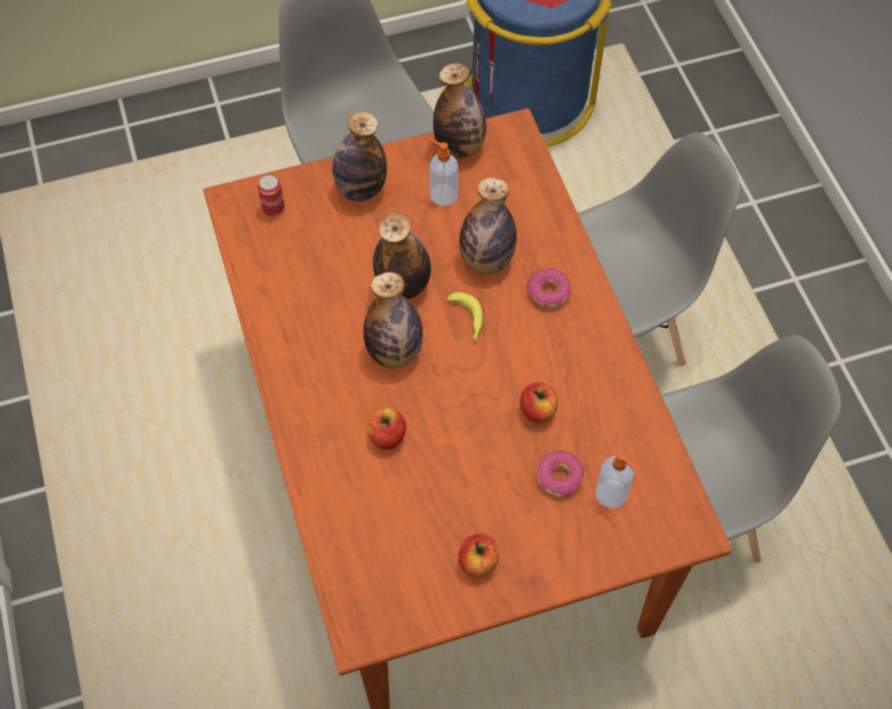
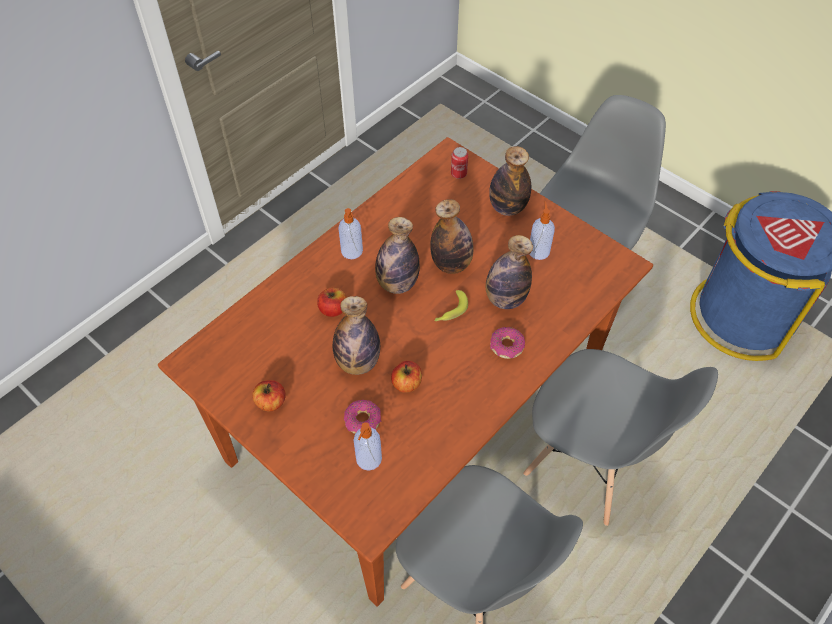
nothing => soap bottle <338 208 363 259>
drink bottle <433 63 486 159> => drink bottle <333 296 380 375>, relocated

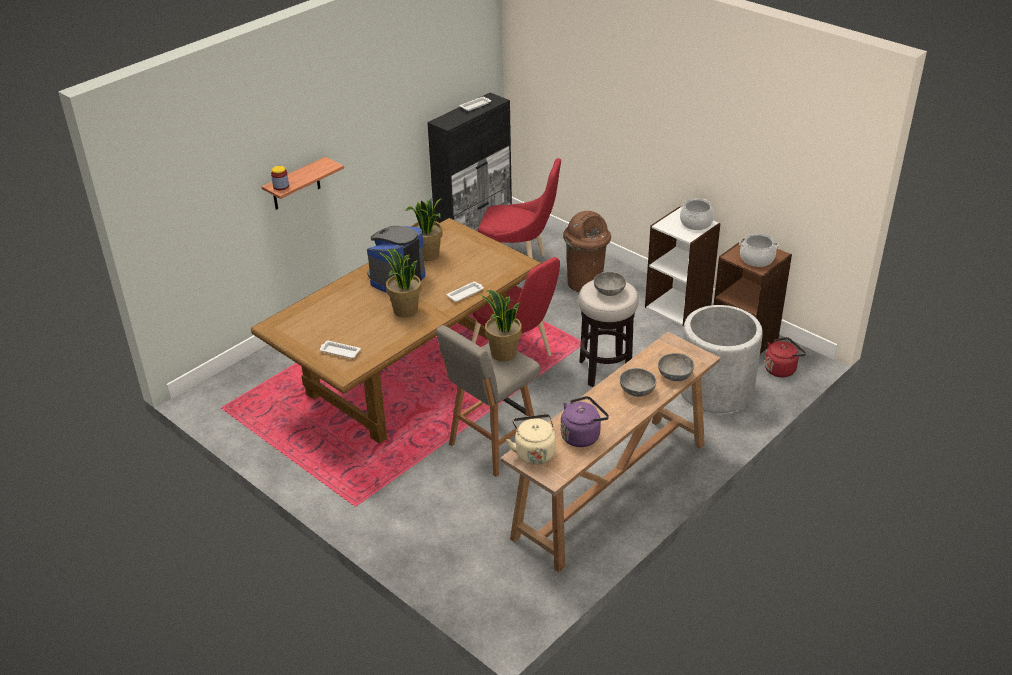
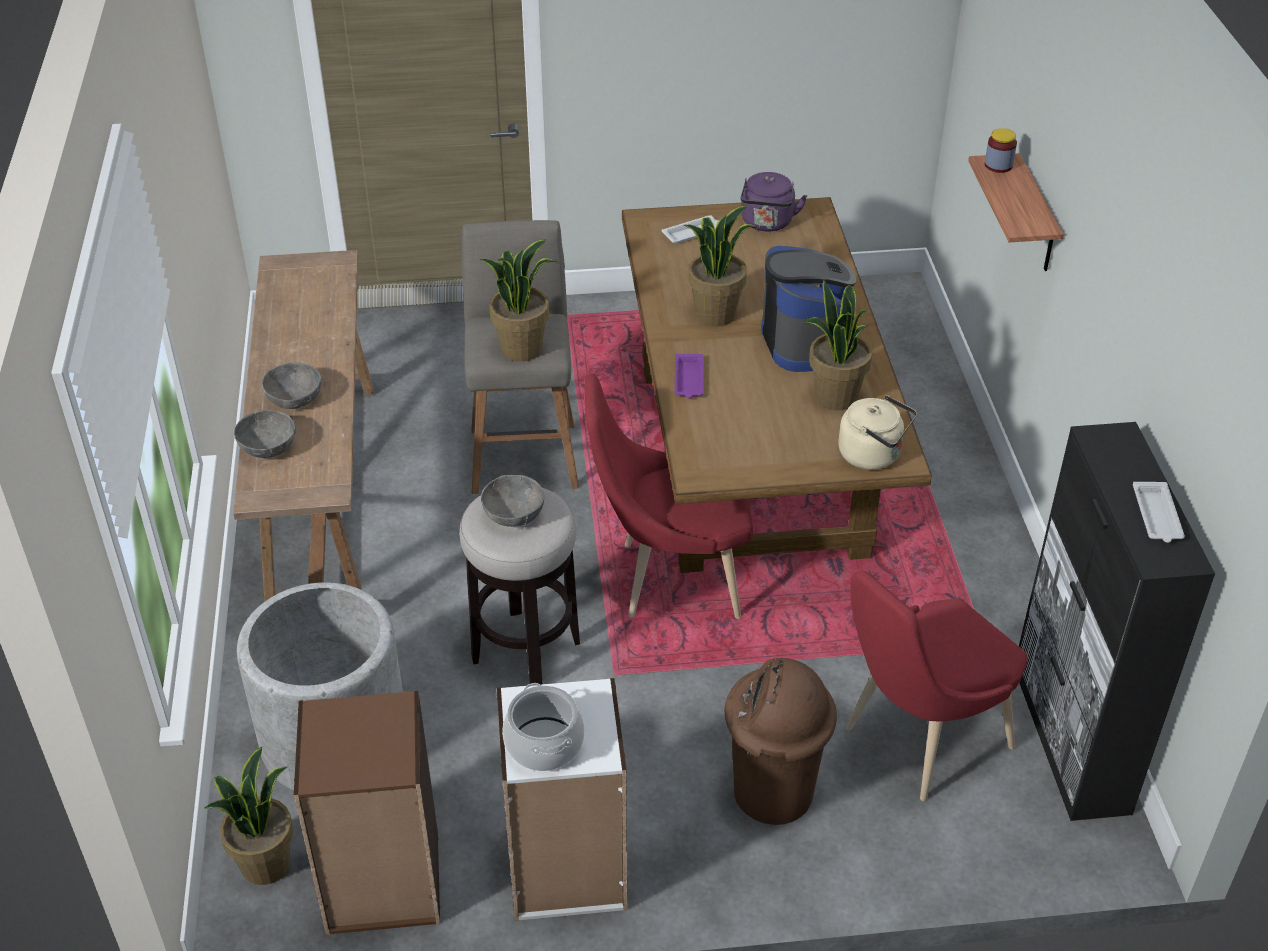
saucepot <739 233 779 267> => nothing
sand-coloured kettle <506 414 556 465> => sand-coloured kettle <838 395 917 470>, relocated
purple kettle <561 396 609 447> => purple kettle <741 172 807 232>, relocated
red-coloured kettle <765 337 806 377> => plant in a pot <205 747 293 885>
whitish carrying tray <446 281 484 302> => purple carrying tray <675 354 703 398>

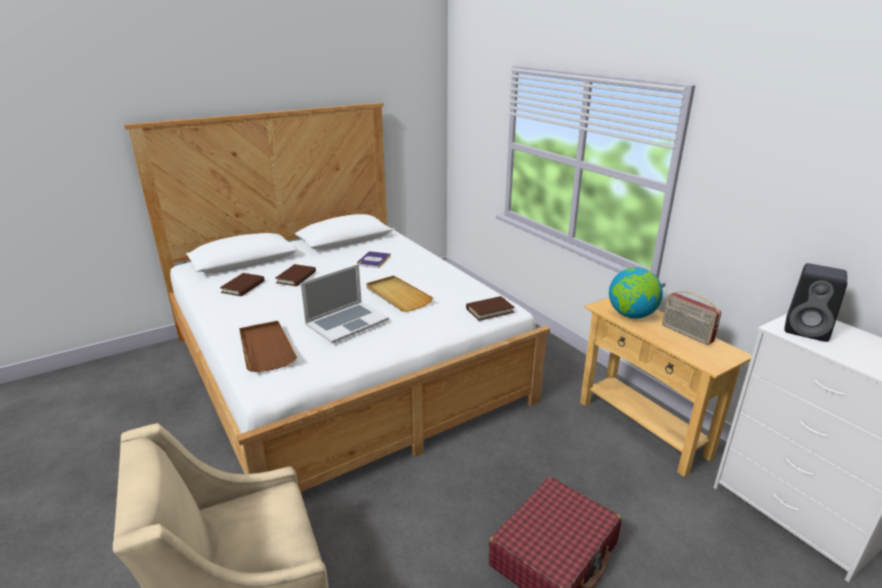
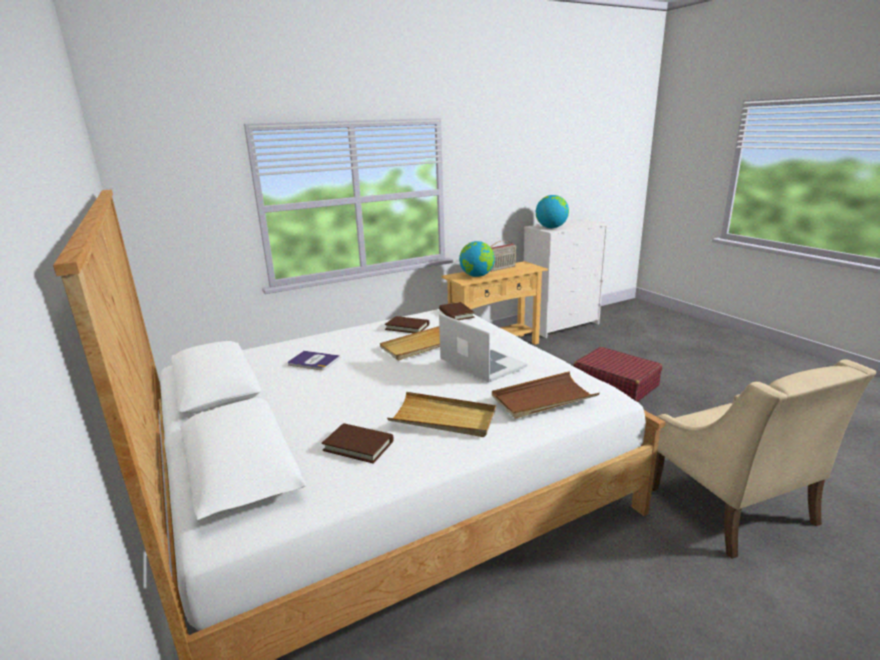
nothing => sand-coloured carrying tray <387 392 496 437>
brown-coloured book <275 264 316 286> => brown-coloured book <385 316 429 333>, relocated
black speaker <784 263 847 342> => globe <536 195 569 228>

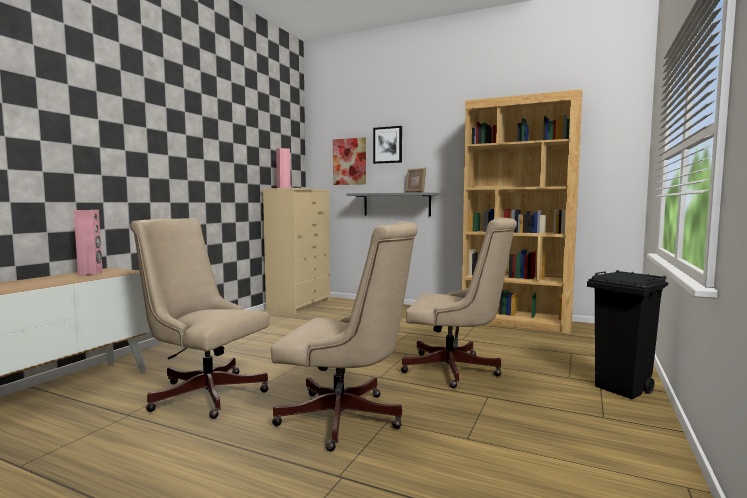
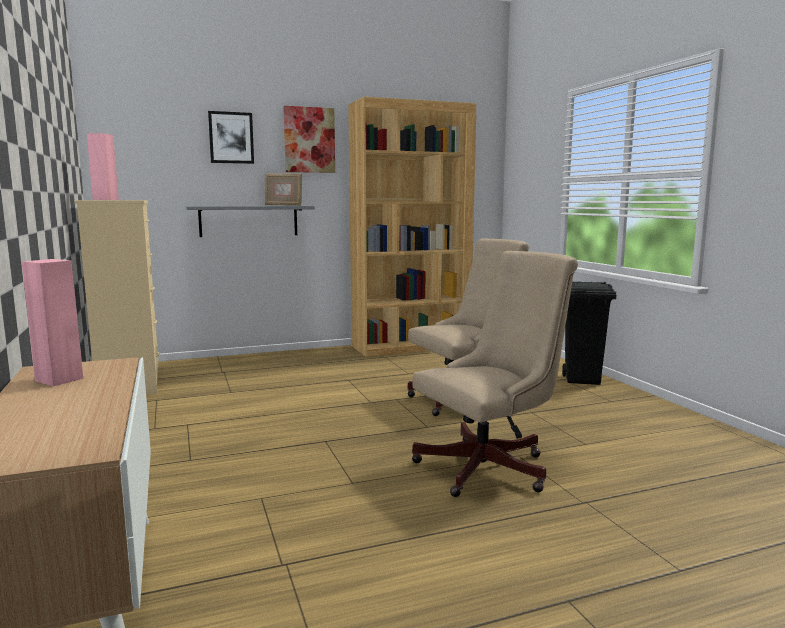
sand-coloured office chair <130 218 270 419> => nothing
wall art <333 137 366 185> => wall art <283 106 335 173>, relocated

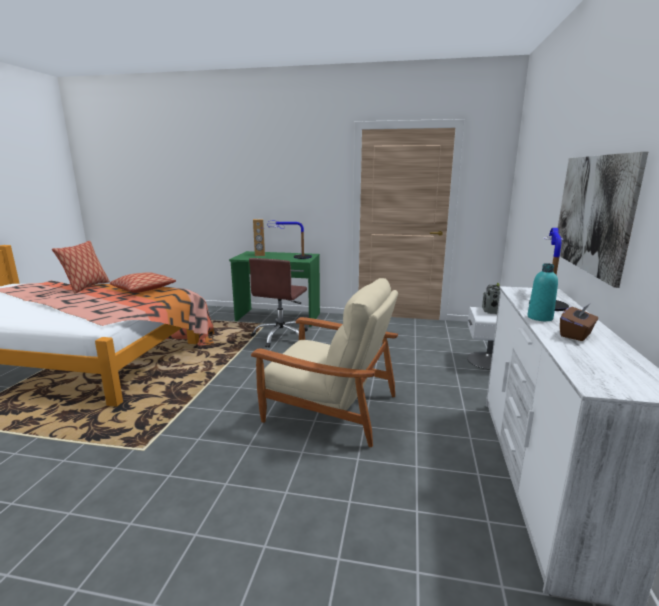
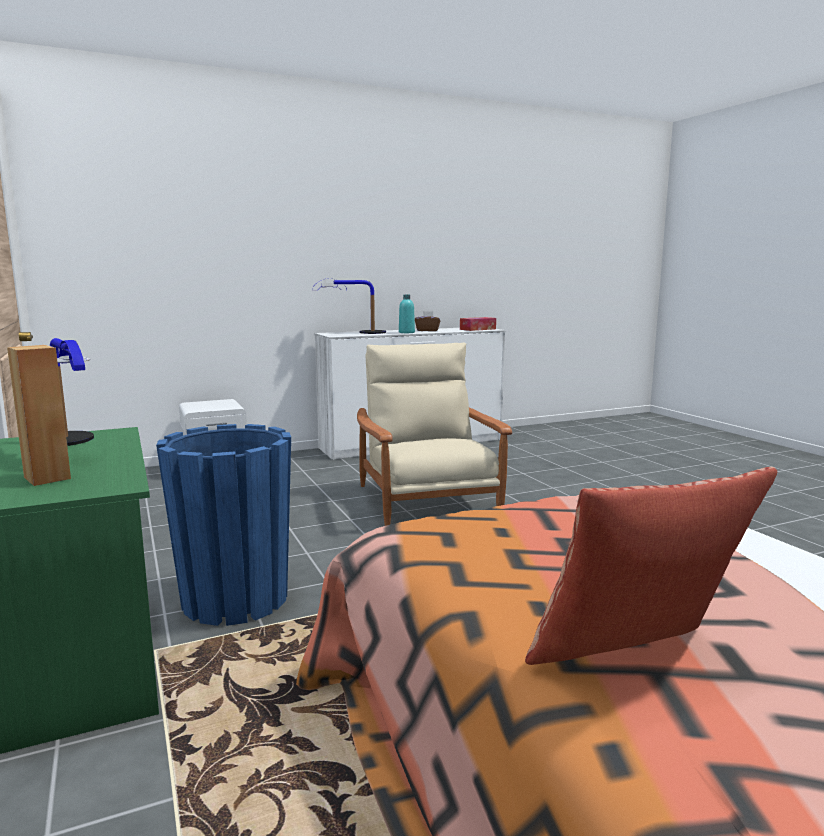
cushion <110 272 176 293> => nothing
radio set <482 283 500 314> => nothing
wall art <554 151 648 288> => nothing
nothing => tissue holder <460 317 496 331>
brown-coloured office chair <249 258 308 348> => blue flower pot <156 424 291 626>

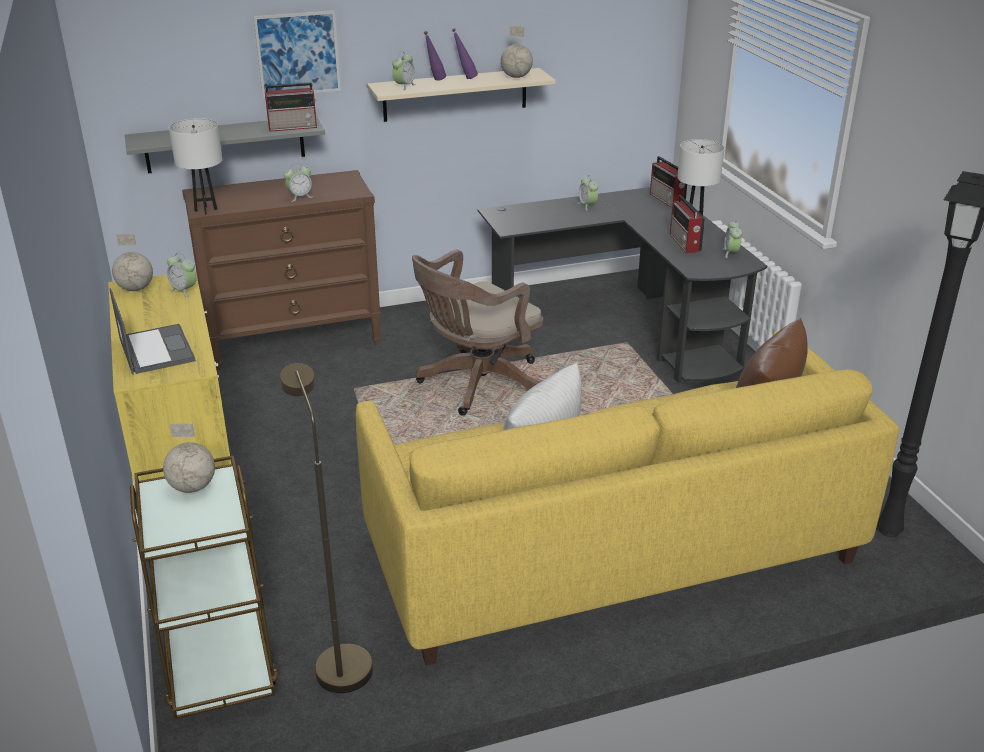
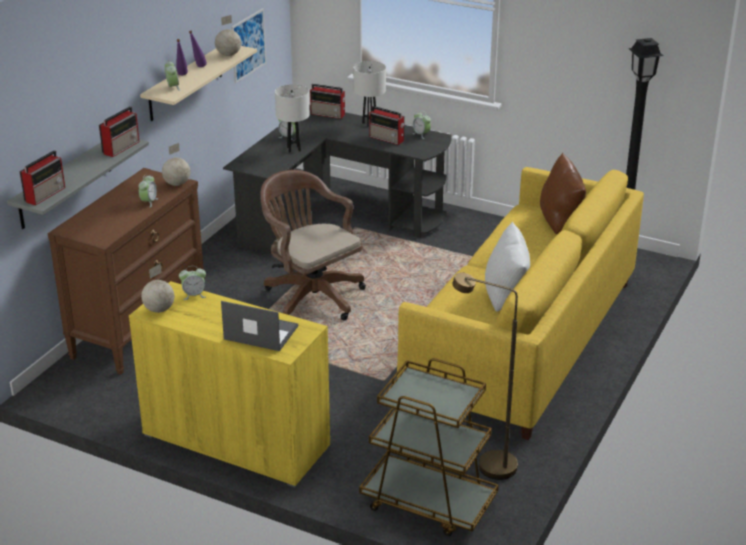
nothing => radio set <20 150 65 206>
globe <163 423 215 493> => globe <162 143 190 186>, relocated
whitish lamp for a table <169 118 222 215> => whitish lamp for a table <275 84 309 152>, relocated
wall art <253 10 341 98> => wall art <231 8 266 83>, relocated
brown-coloured office chair <412 250 544 415> => brown-coloured office chair <260 170 366 320>, 135 degrees clockwise

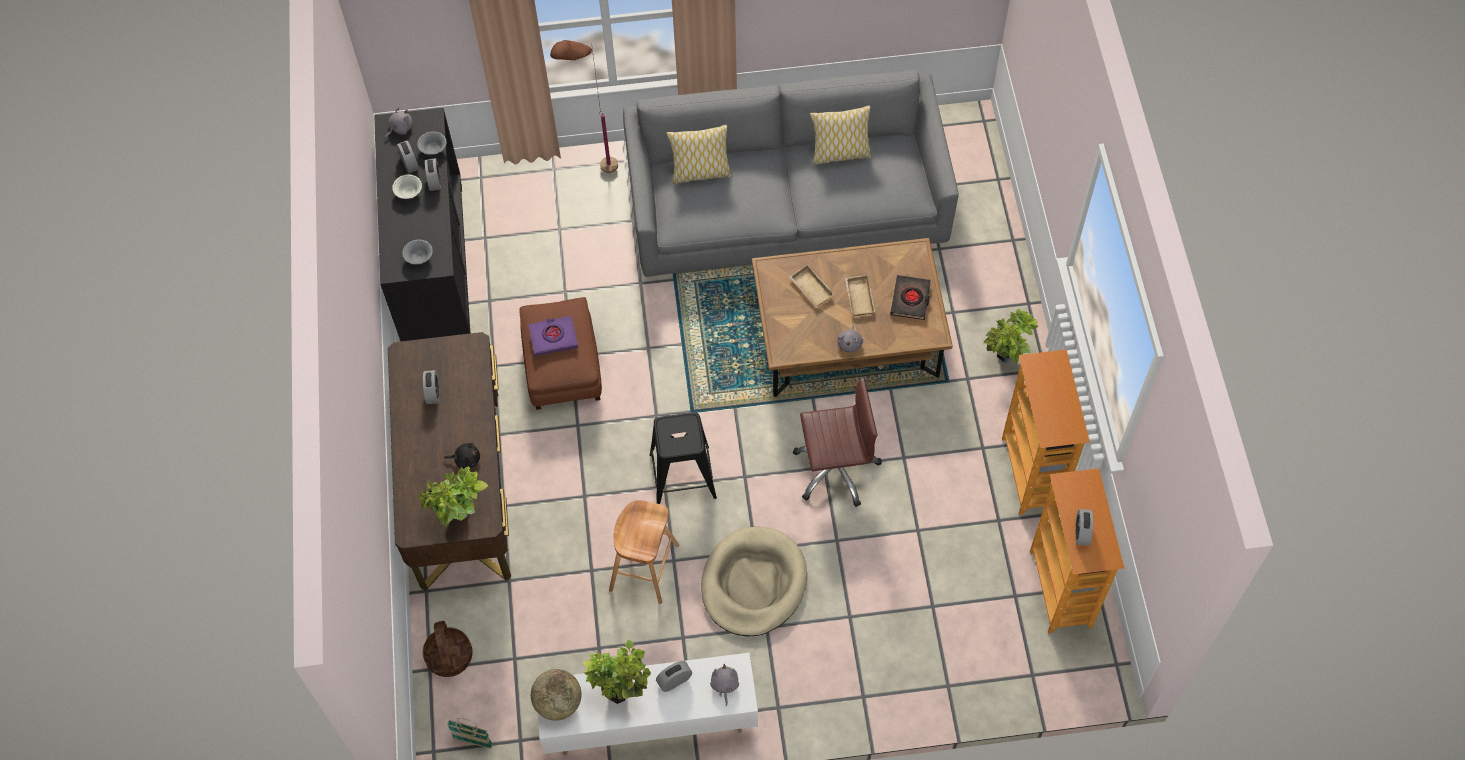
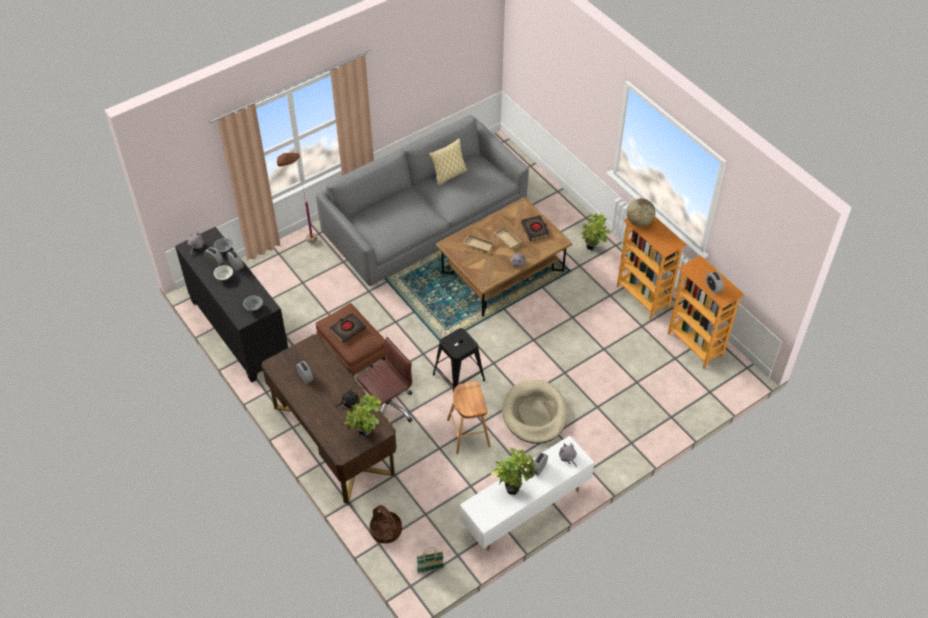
cushion <667 125 732 184> => nothing
globe <531 669 581 721> => globe <627 198 656 227>, relocated
brown-coloured office chair <793 378 882 507> => brown-coloured office chair <356 337 413 422>, relocated
purple book <528 316 578 356> => black book <330 313 366 343>

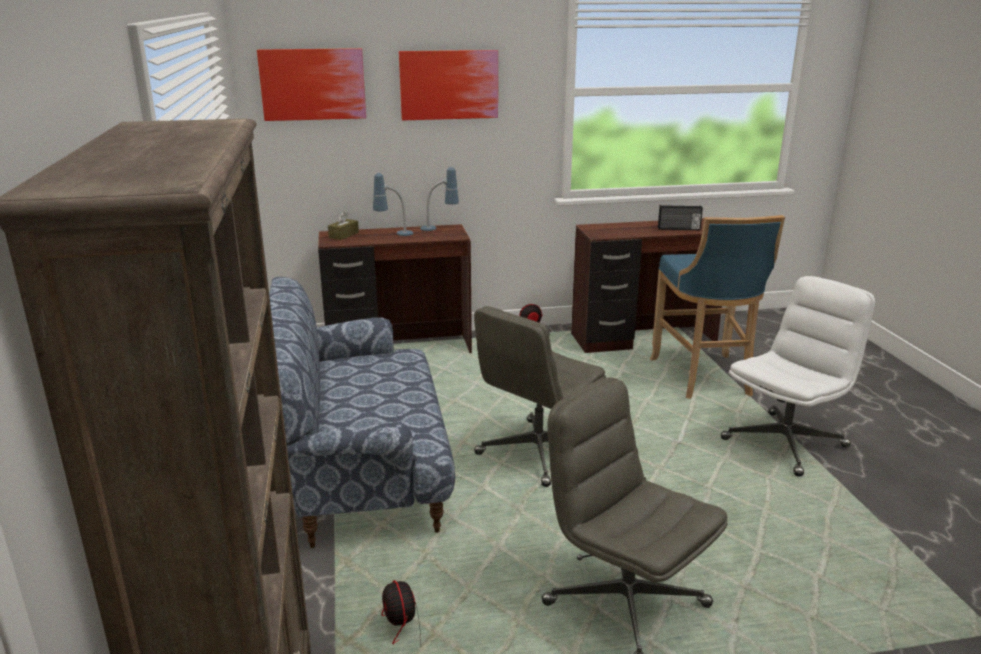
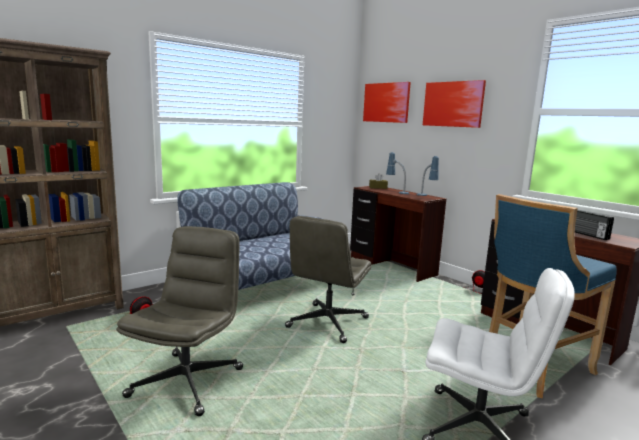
greyish office chair <474 306 606 487> => greyish office chair <285 216 371 343>, 75 degrees counterclockwise

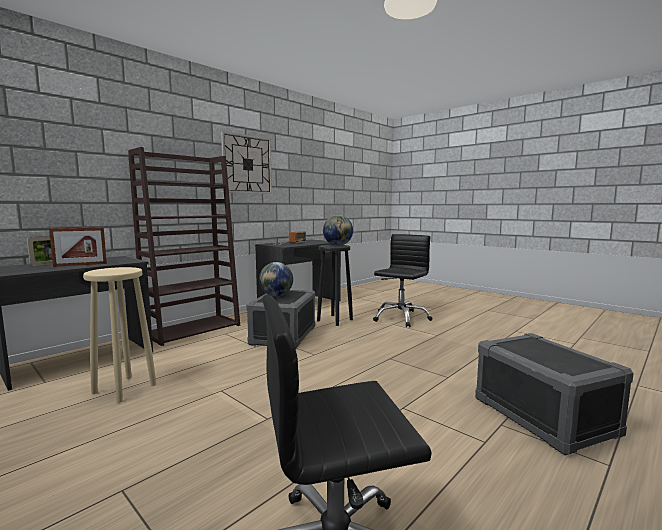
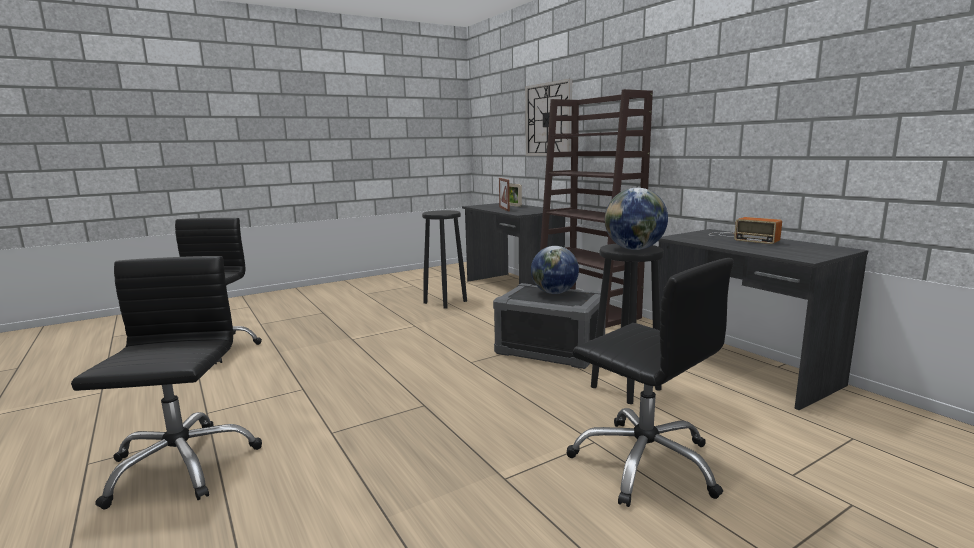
wall clock <221 131 272 194> => wall clock <525 79 572 156>, relocated
greyish storage container <475 333 634 456> => black office chair <71 256 262 509>
sand-coloured sitting stool <83 267 156 403> => black sitting stool <422 210 467 309>

